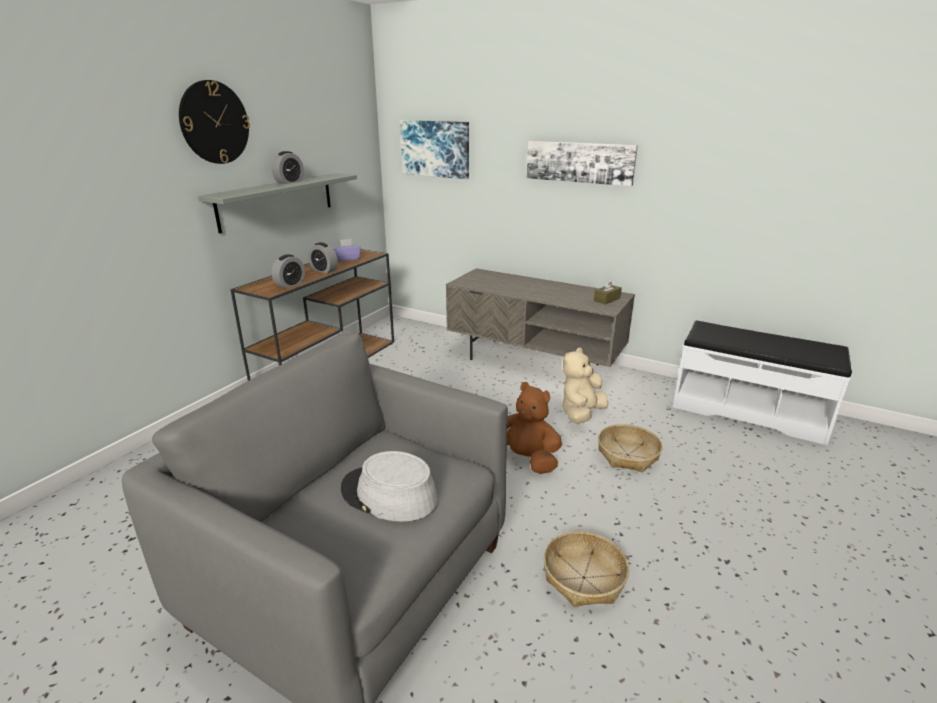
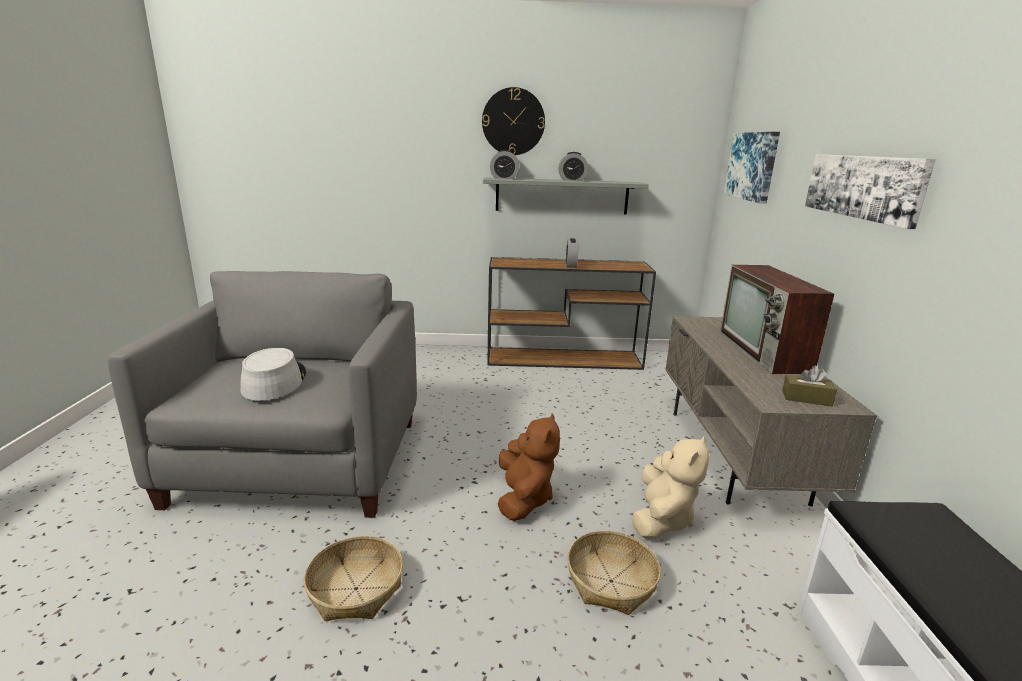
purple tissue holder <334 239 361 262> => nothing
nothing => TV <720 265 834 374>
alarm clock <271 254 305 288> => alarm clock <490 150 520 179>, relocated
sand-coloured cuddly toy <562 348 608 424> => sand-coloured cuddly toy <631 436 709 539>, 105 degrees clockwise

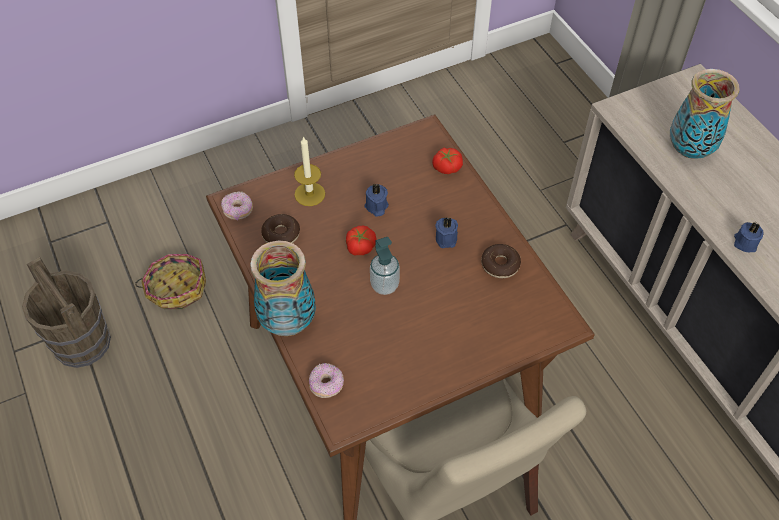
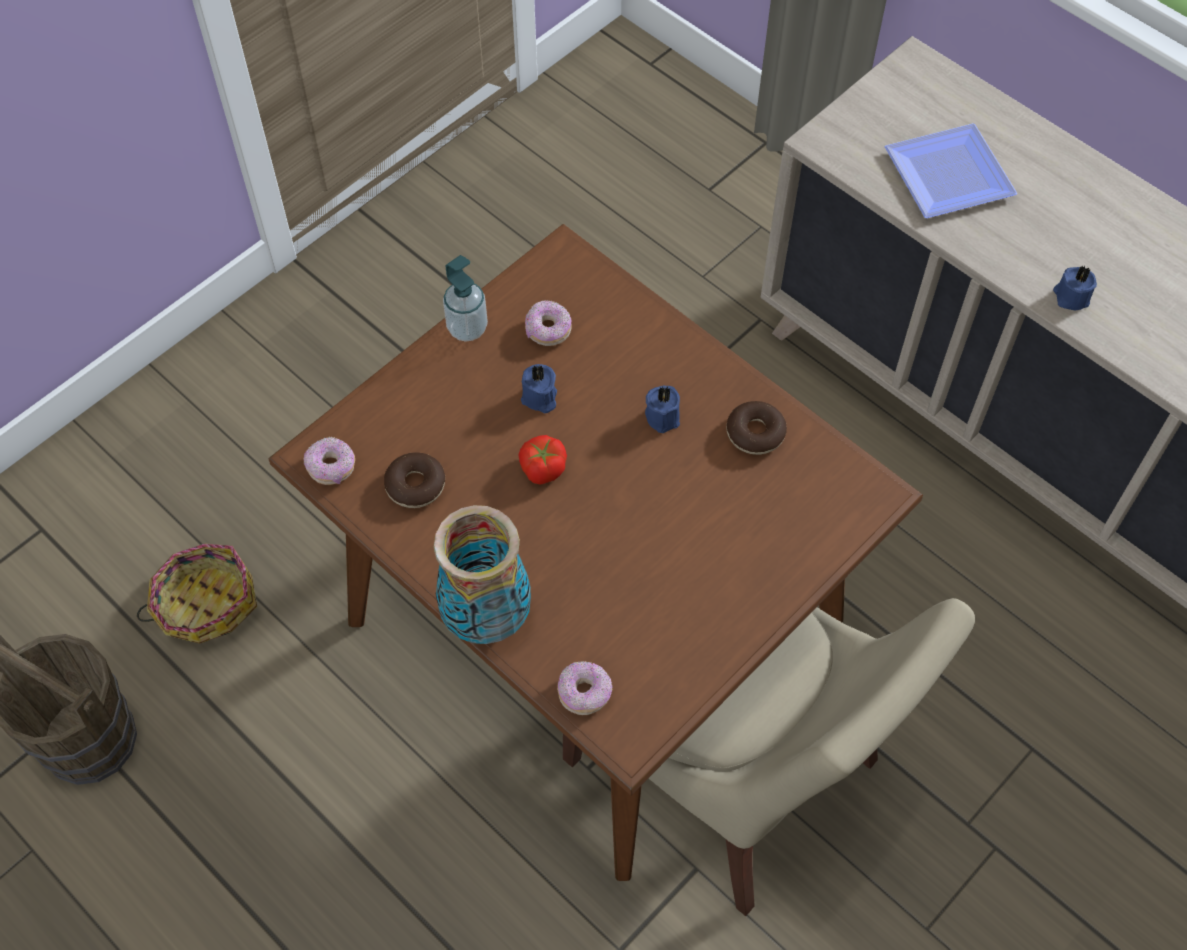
wax light <294 136 325 206> => nothing
whole tomato <432 148 463 174> => nothing
nothing => donut <525 300 572 346>
soap bottle <370 237 400 295> => soap bottle <443 255 488 342>, relocated
decorative vase <670 69 739 159> => dinner plate <885 123 1017 218>

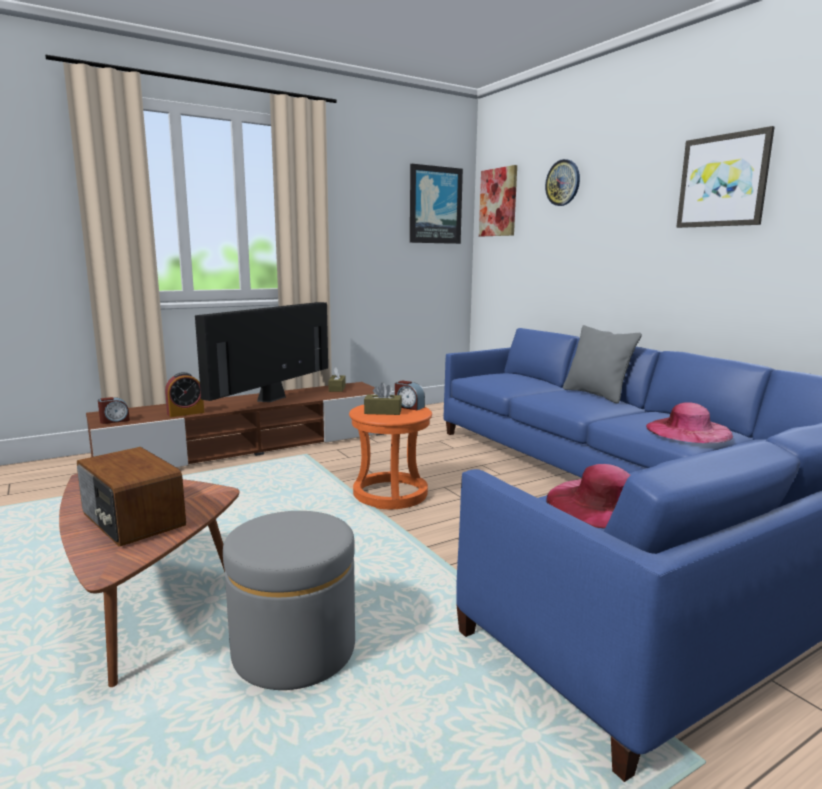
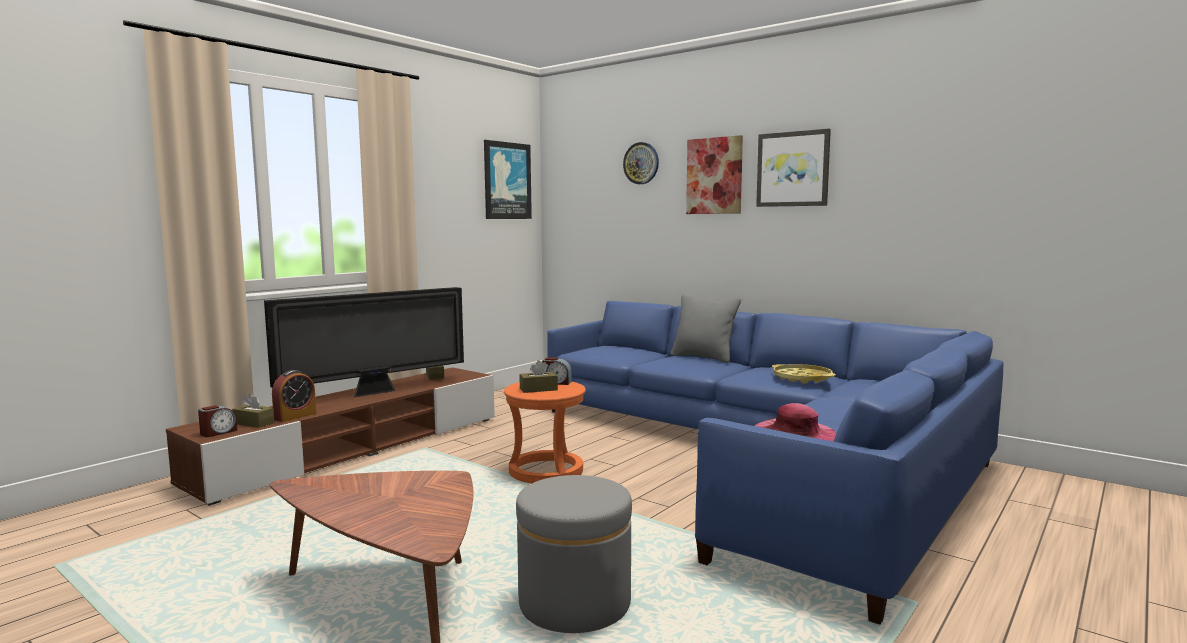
radio set <77 447 186 547> => nothing
nothing => brown-coloured tissue holder <232 394 275 428>
wall art <479 165 517 236> => wall art <686 135 743 214>, relocated
pink clothing hat <646 402 733 443> => yellowish carrying tray <772 364 835 384>
TV <195 302 328 402> => TV <264 287 464 398>, 135 degrees counterclockwise

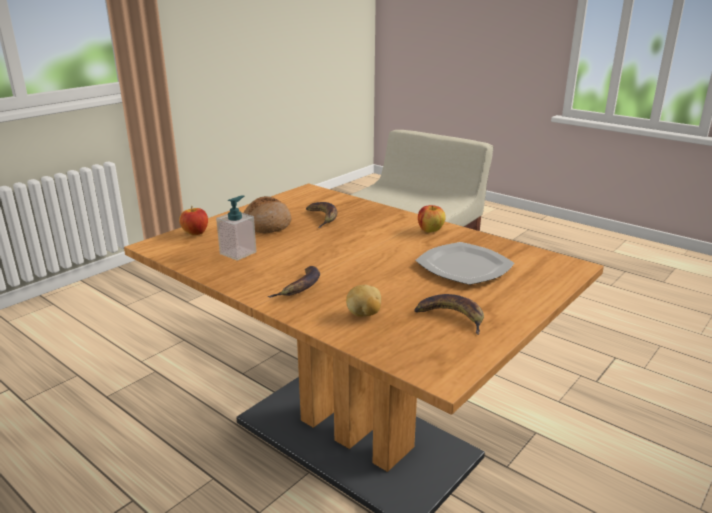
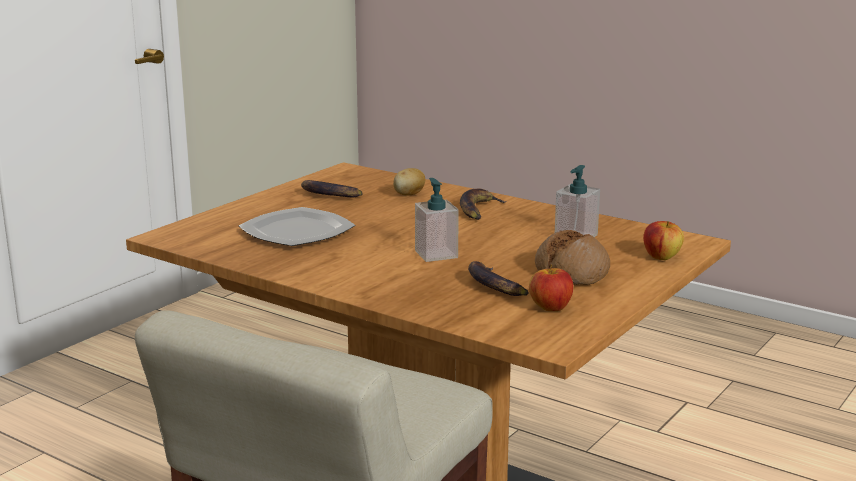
nothing => soap bottle <415 178 459 262>
apple <418 205 446 233> => apple <529 264 573 311>, relocated

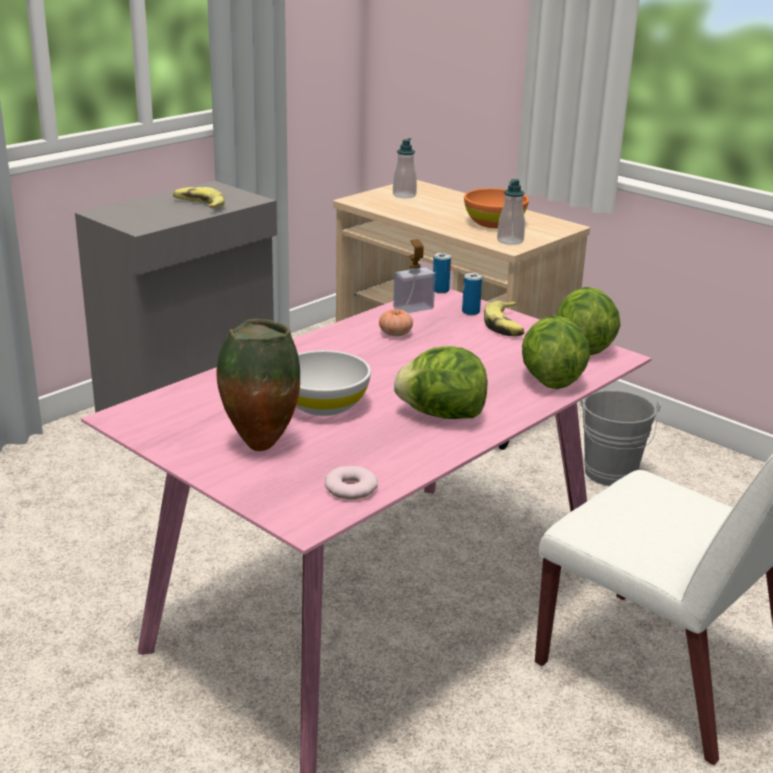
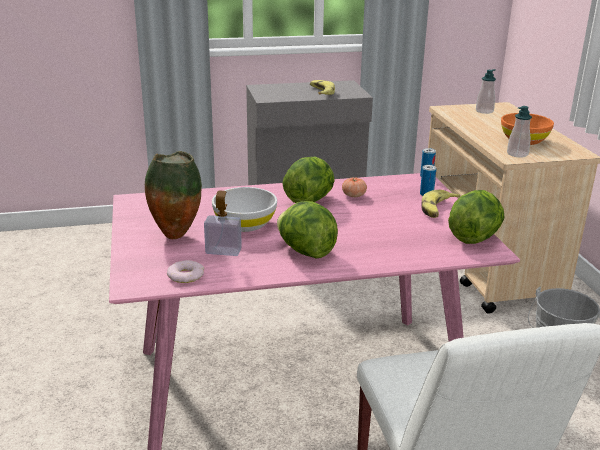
soap bottle <393 239 435 313> => soap bottle <204 190 242 256>, relocated
head of lettuce <522 315 590 389> => head of lettuce <282 157 335 203>, relocated

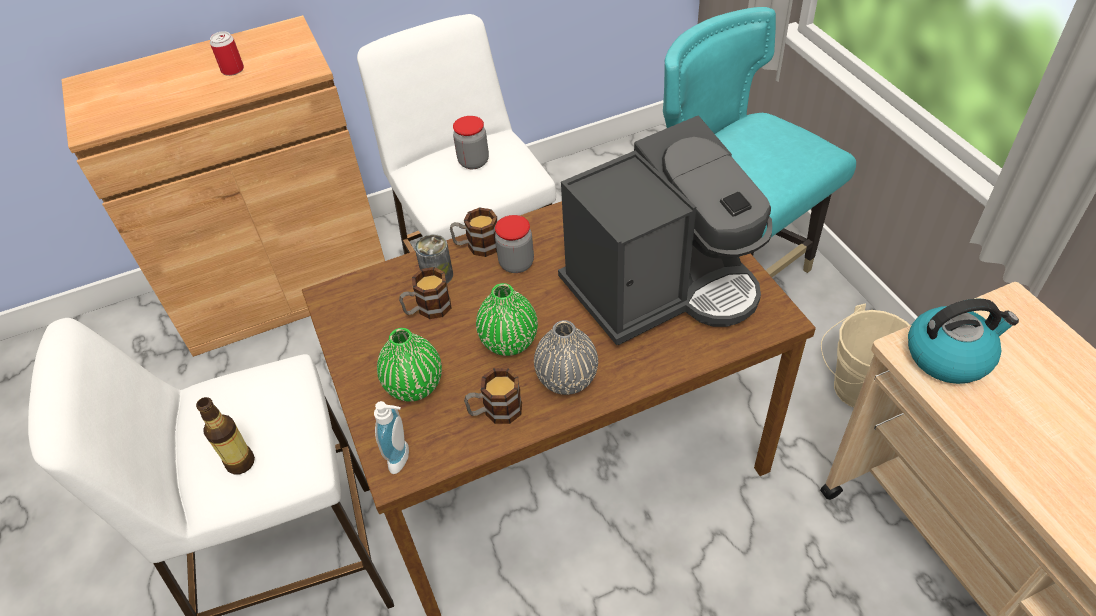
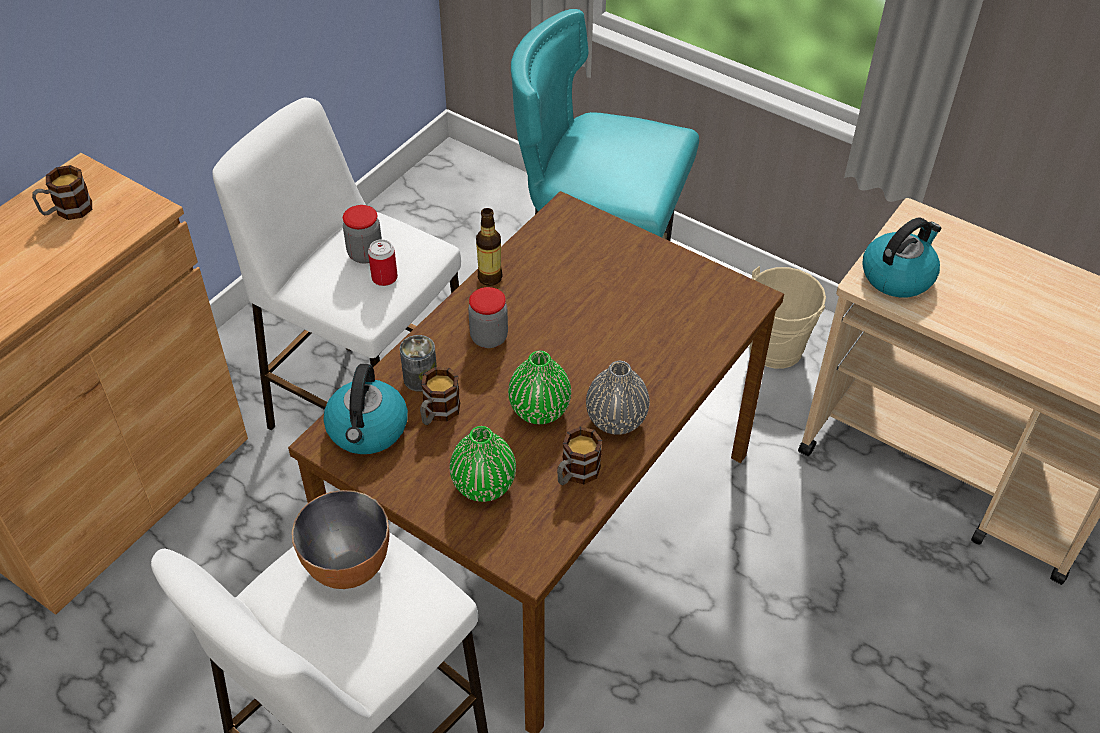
soap bottle <374 401 409 474> => nothing
coffee brewer <558 115 772 345> => nothing
nothing => deep dish <292 490 389 589>
nothing => kettle <323 364 408 454>
drink bottle <196 397 255 474> => drink bottle <476 208 503 286>, relocated
sealed can <210 31 244 76> => sealed can <368 239 398 286>, relocated
tea mug <450 207 497 257> => tea mug <32 165 92 220>, relocated

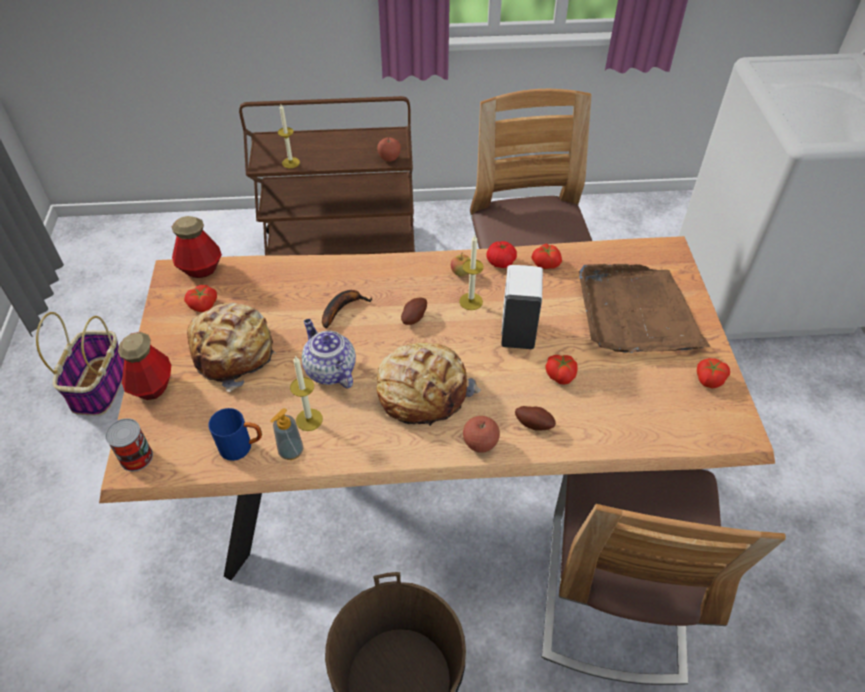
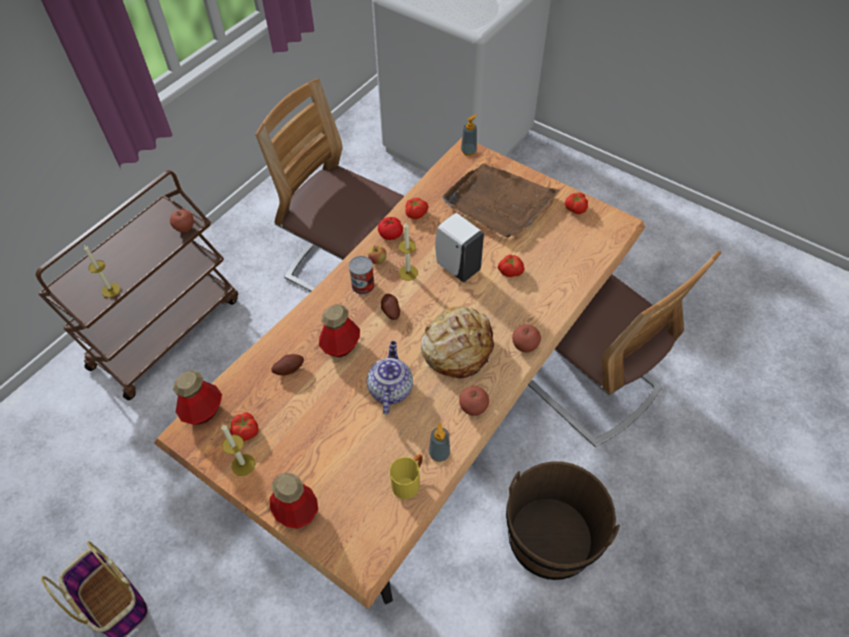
bread <187 302 276 392> => nothing
nothing => apple <459 386 489 416>
nothing => soap bottle <461 114 477 156>
sealed can <105 418 153 471> => sealed can <349 256 375 295>, relocated
wax light <290 355 323 431> => wax light <222 425 255 476>, relocated
whole potato <515 406 556 430> => whole potato <271 354 304 375>, relocated
banana fruit <322 290 372 329> => drink bottle <319 304 360 358>
blue tea mug <208 408 262 461> => yellowish tea mug <390 454 422 499>
teapot <302 319 356 388> => teapot <367 341 413 414>, 90 degrees clockwise

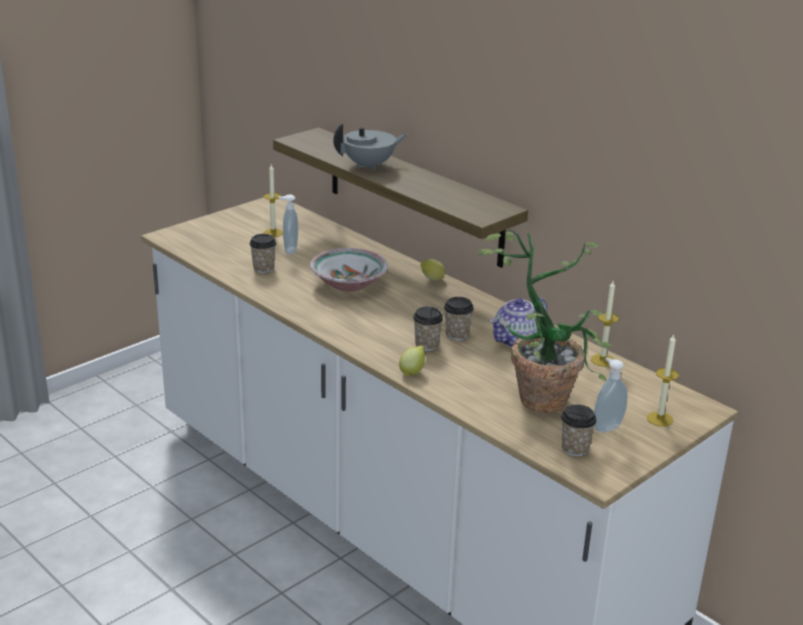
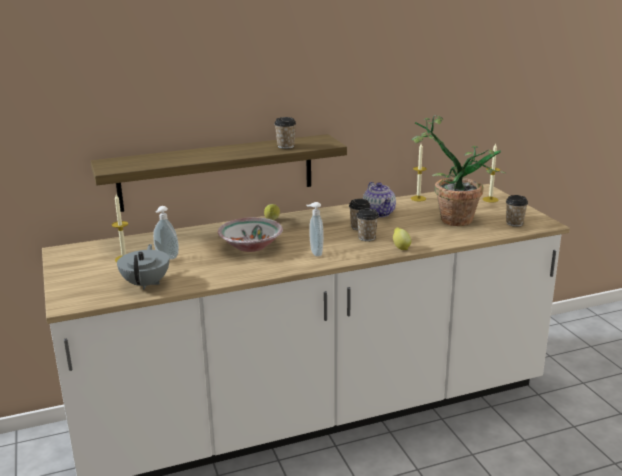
cup <250 234 276 273> => cup <274 117 296 149>, relocated
greyish teapot <333 124 408 171> => greyish teapot <117 244 169 290>, relocated
soap bottle <594 357 628 433> => soap bottle <306 202 324 257>, relocated

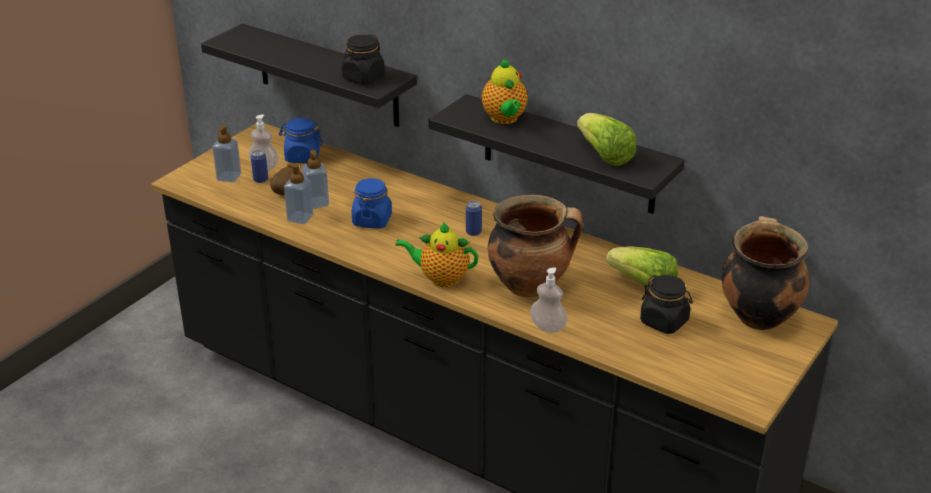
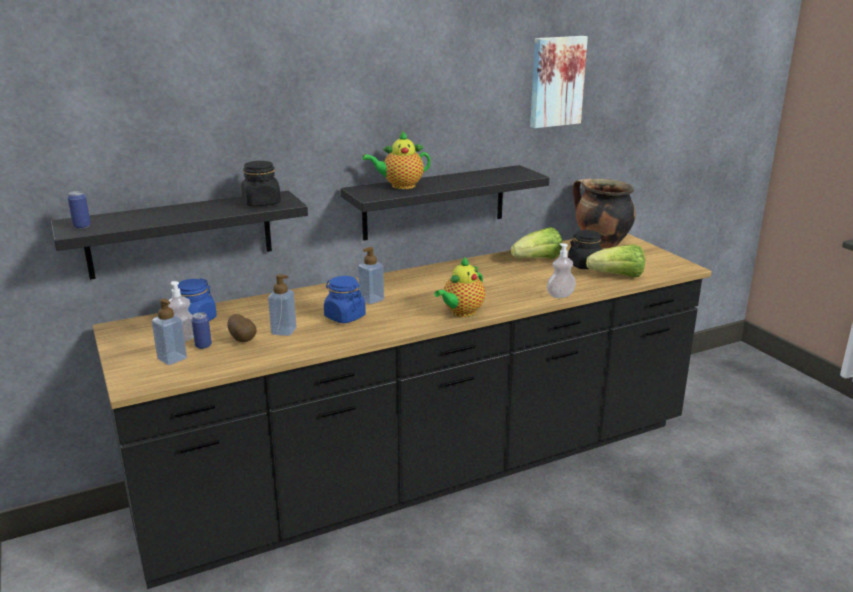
saucepot <488 195 583 297> => nothing
nothing => wall art <530 36 588 128>
soap bottle <284 164 314 224> => soap bottle <358 247 384 304>, relocated
sealed can <466 200 482 236> => sealed can <68 191 91 229>, relocated
head of lettuce <577 113 636 166> => head of lettuce <586 244 645 277>, relocated
teapot <482 58 528 124> => teapot <362 130 431 189>, 150 degrees clockwise

